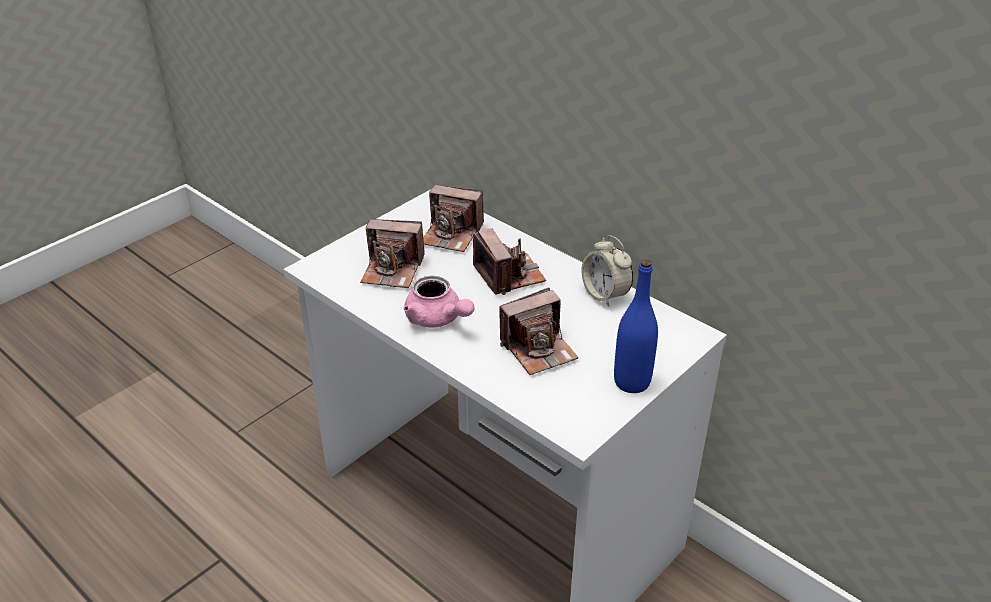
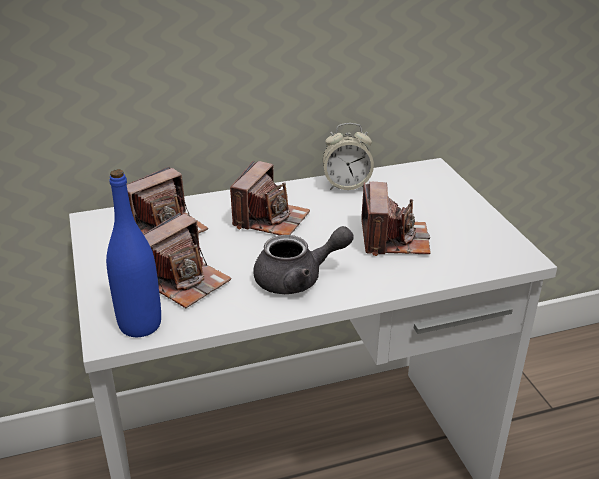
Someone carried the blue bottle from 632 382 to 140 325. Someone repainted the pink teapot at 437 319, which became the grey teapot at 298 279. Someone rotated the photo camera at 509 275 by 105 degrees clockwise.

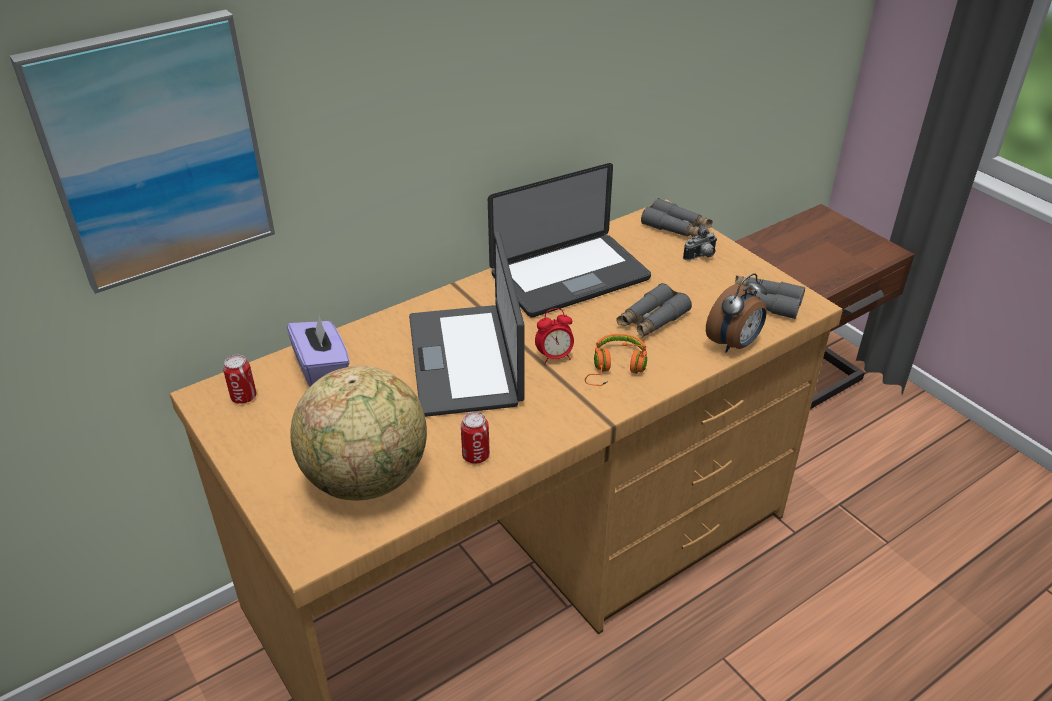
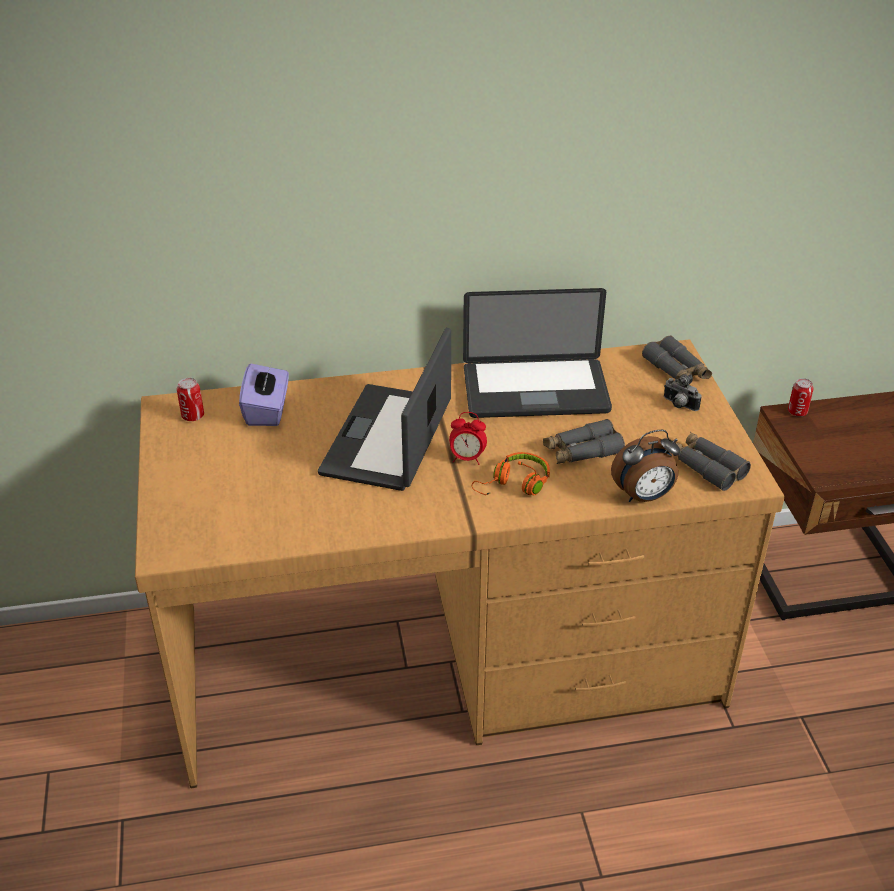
Someone took away the picture at 155 152. Someone took away the globe at 367 479. Someone carried the can from 476 455 to 797 412. Someone rotated the photo camera at 701 257 by 45 degrees clockwise.

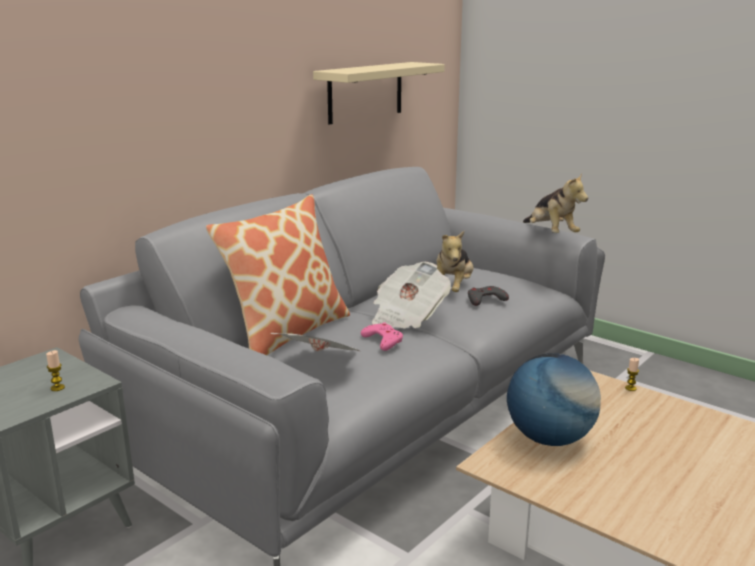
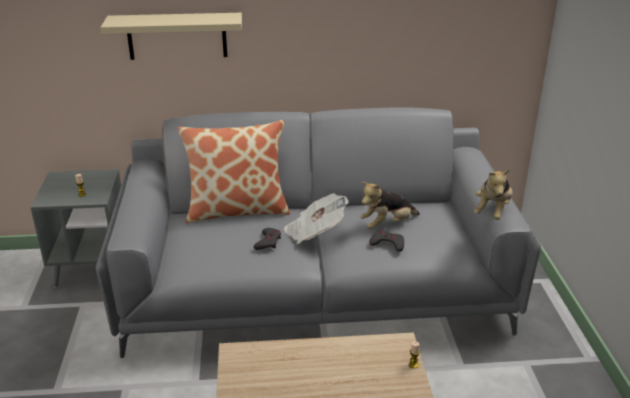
Someone took away the newspaper at 321 365. Someone took away the globe at 549 439. Someone carried the beige shelf from 365 92 to 177 36. Someone repainted the pink game controller at 383 340, which became the grey game controller at 268 242.

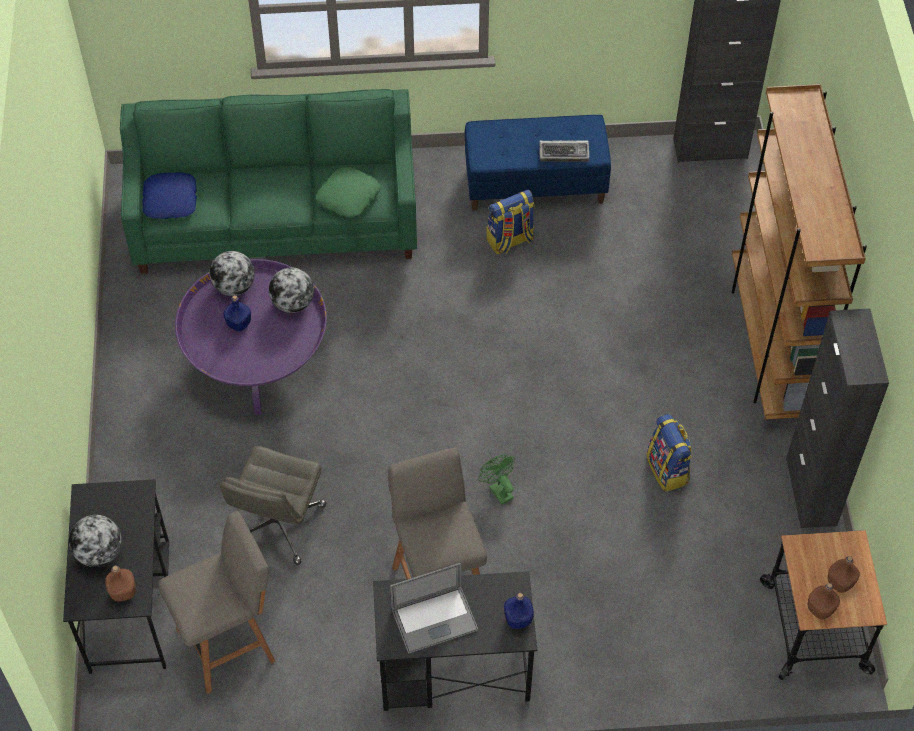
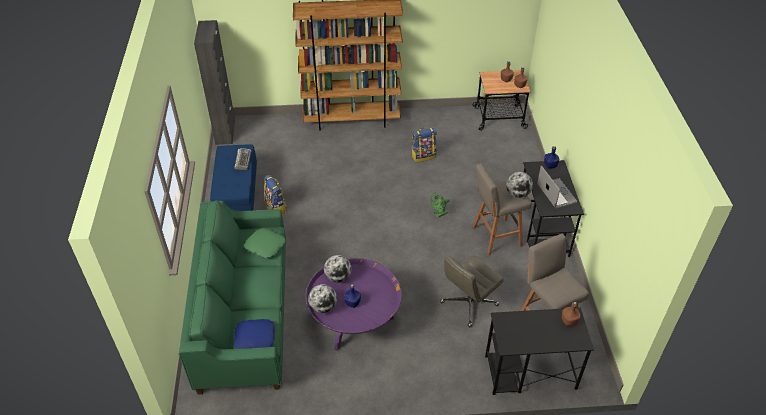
Someone took away the black cabinet at 811 491. Someone carried the globe from 99 553 to 517 194. Someone rotated the grey office chair at 278 525 by 120 degrees clockwise.

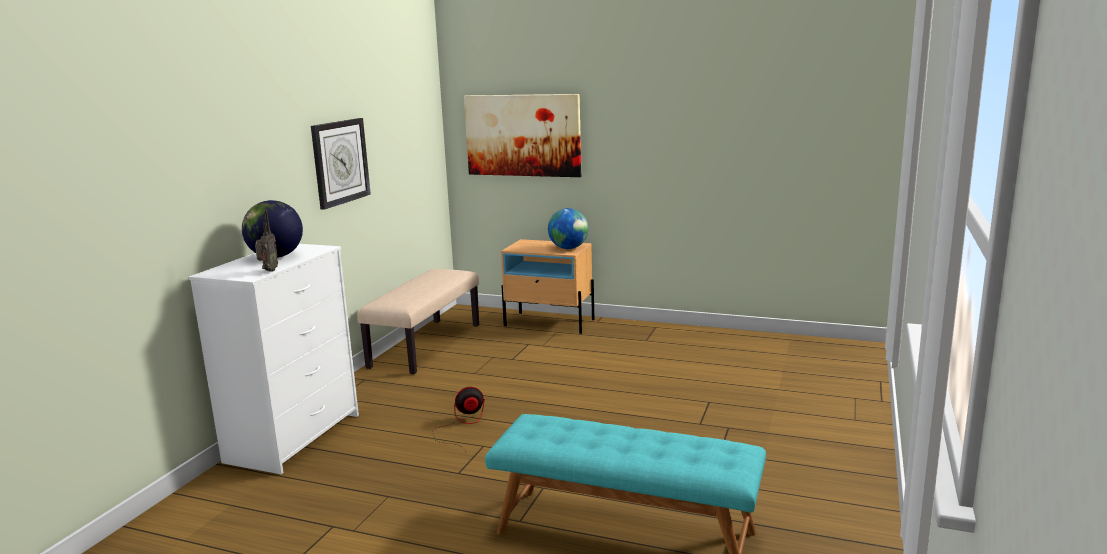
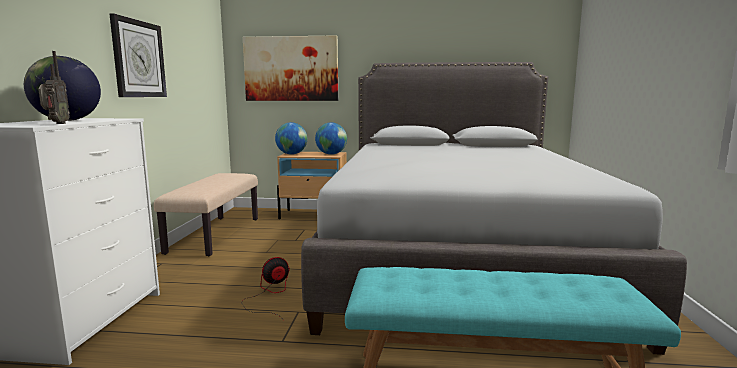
Someone put down the globe at 291 154. Someone put down the grey bed at 457 256.

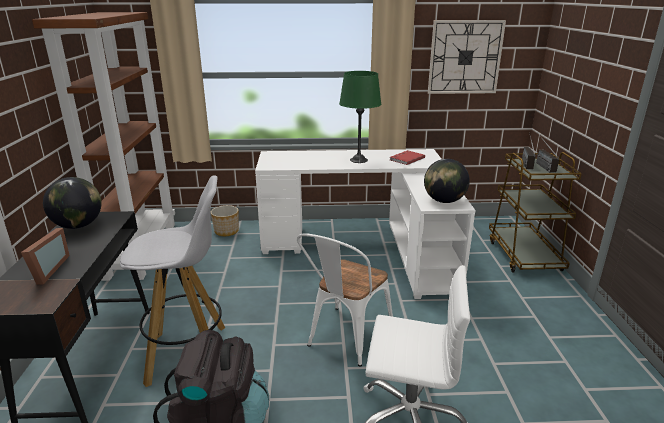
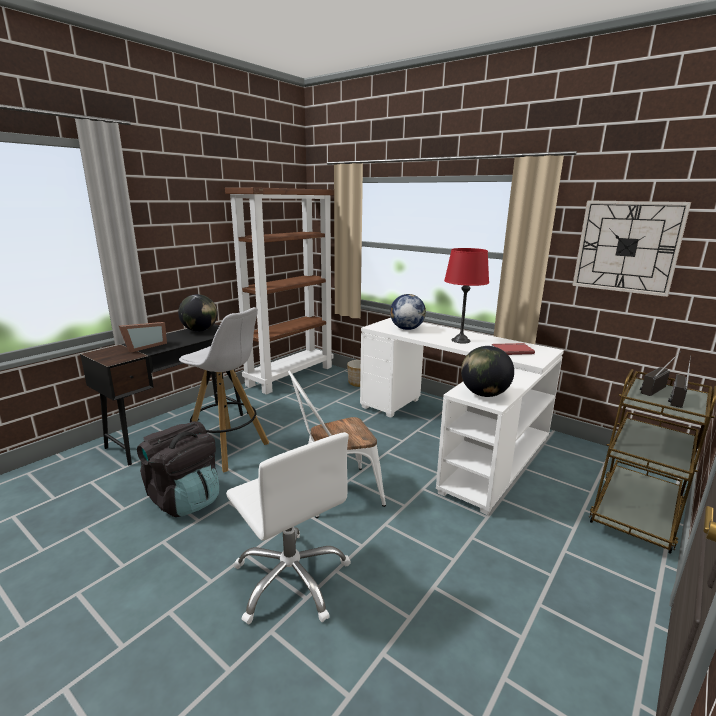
Someone put down the globe at 406 329. Someone repainted the green table lamp at 358 160, which became the red table lamp at 460 340.

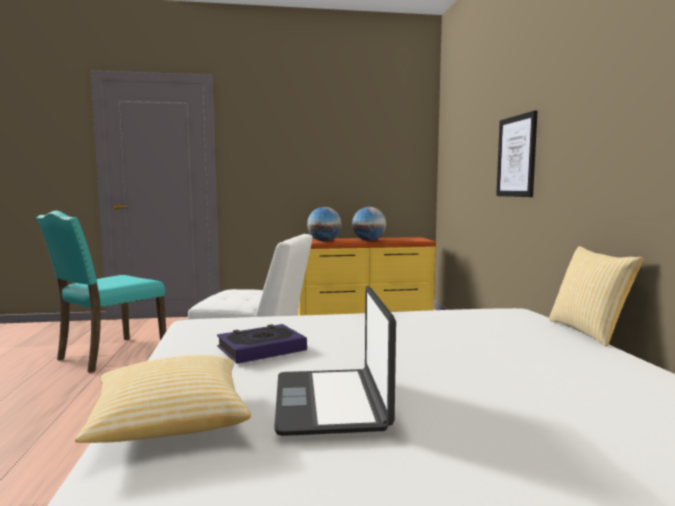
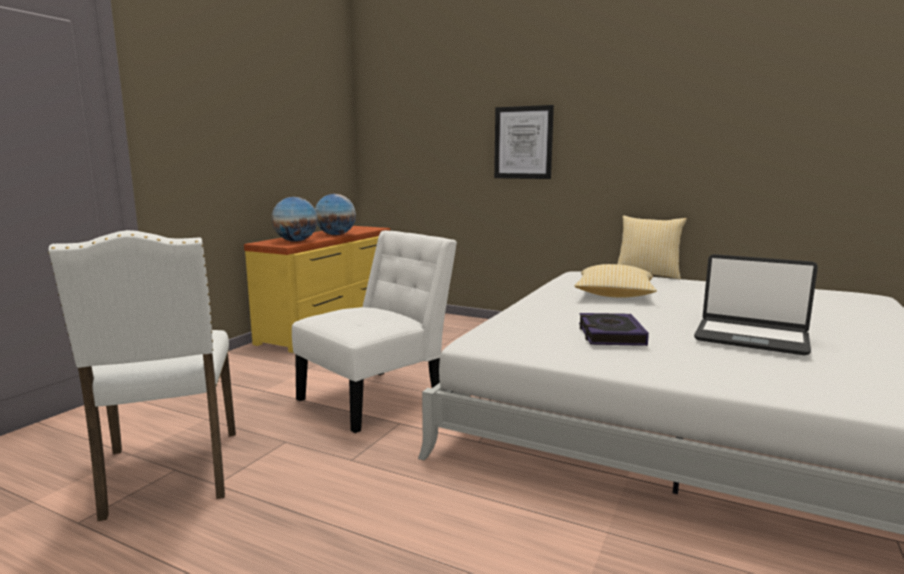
Someone carried the pillow from 170 422 to 614 296. Someone repainted the turquoise chair at 109 355, which became the white chair at 170 474.

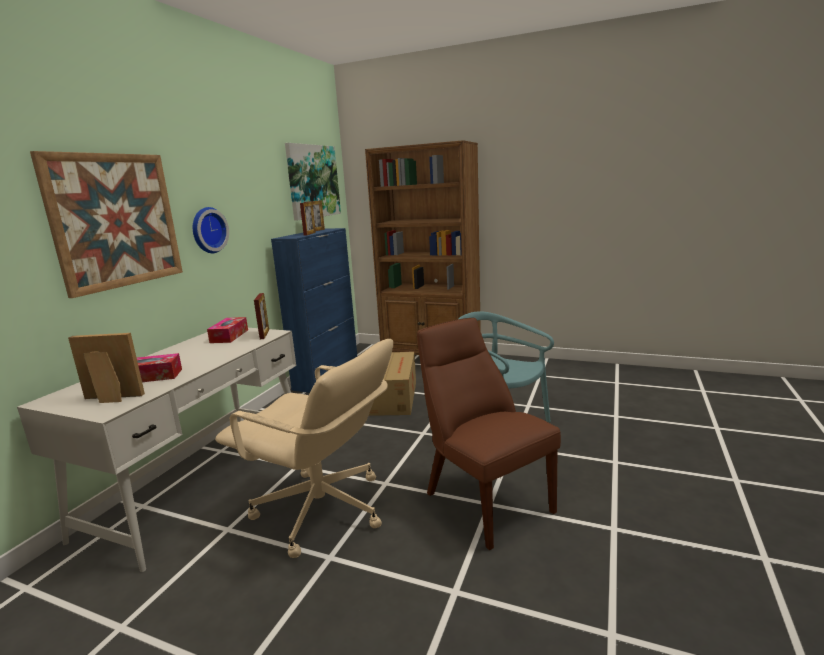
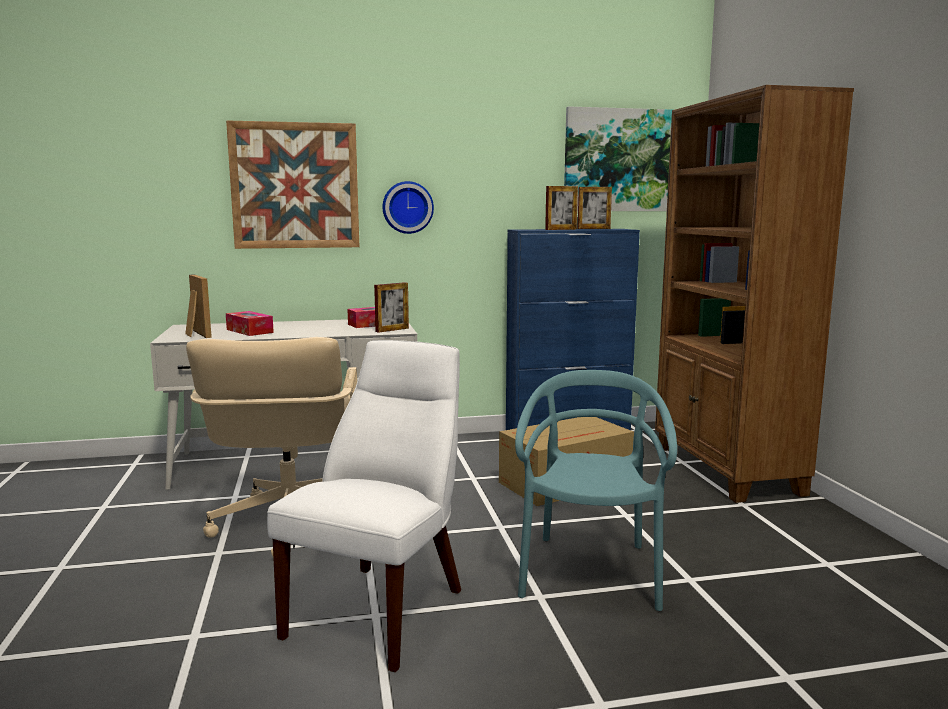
Someone repainted the brown chair at 484 499, which became the white chair at 381 609.

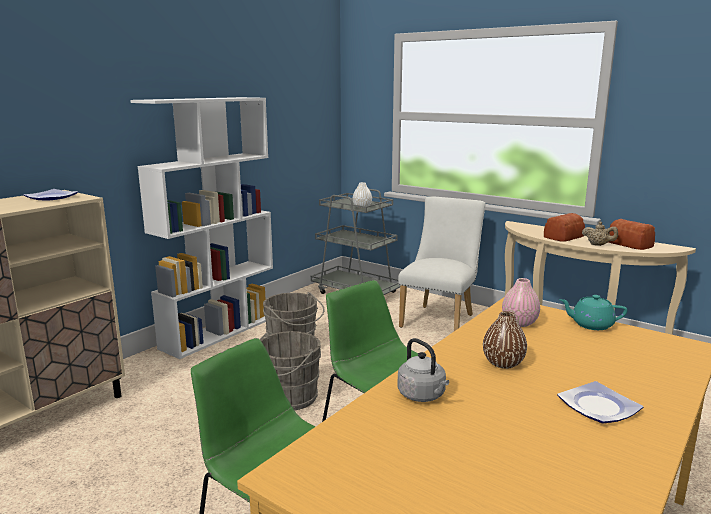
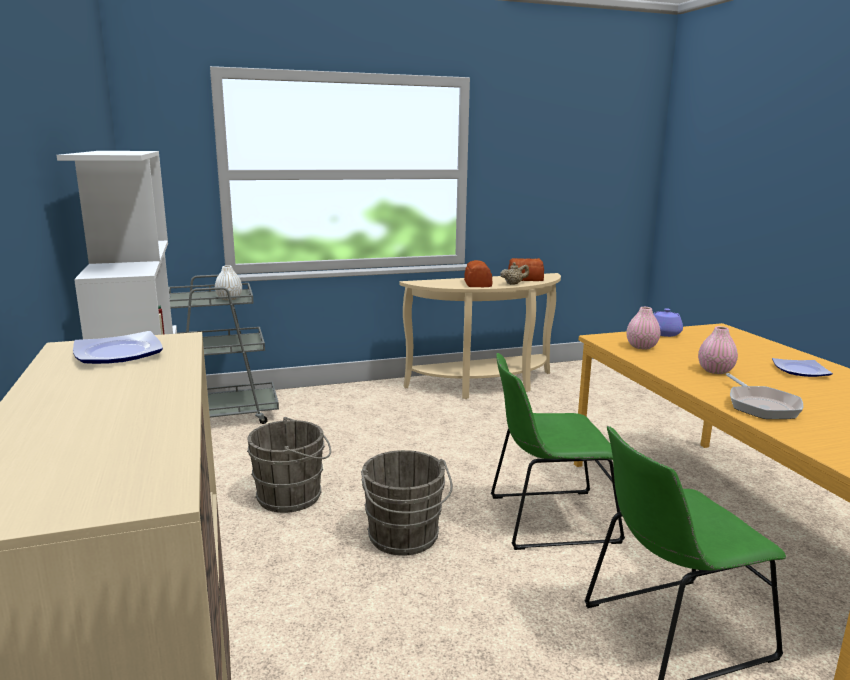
Someone took away the white chair at 440 319. Someone swapped the grey kettle at 423 396 for the frying pan at 760 405. Someone repainted the brown vase at 503 363, which became the pink vase at 715 371. Someone repainted the turquoise teapot at 591 325, which became the purple teapot at 663 334.

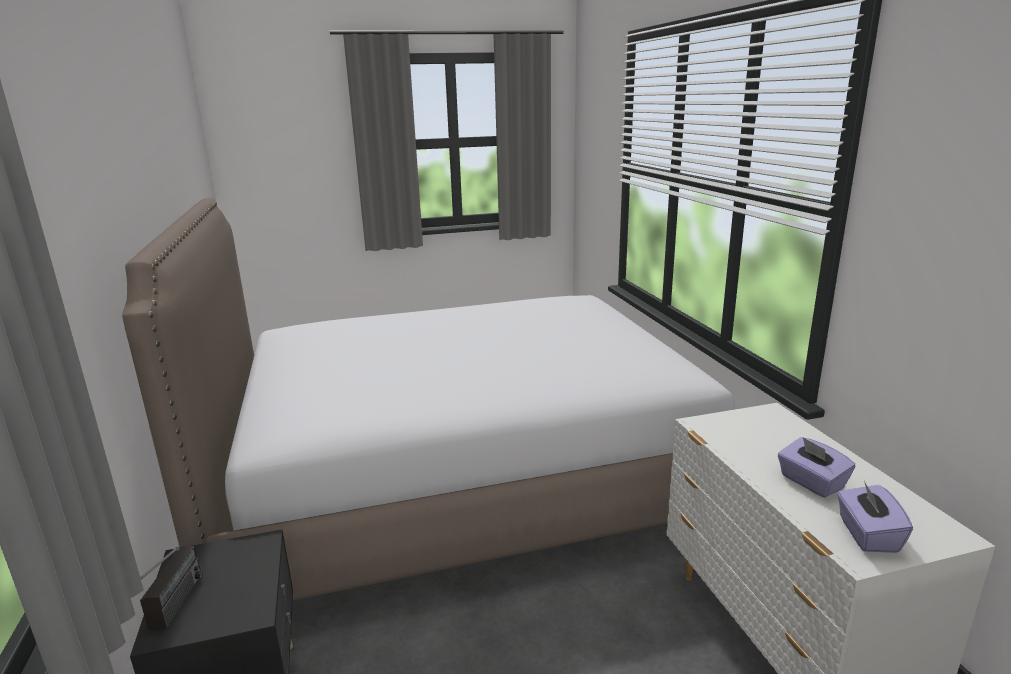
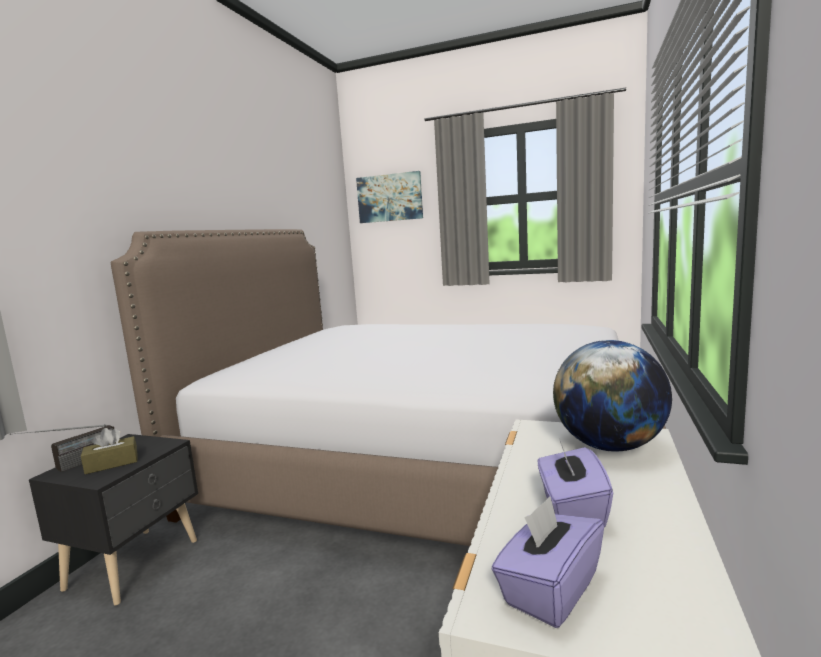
Someone put down the brown tissue box at 112 463. Someone put up the picture at 390 198. Someone put down the globe at 609 446.

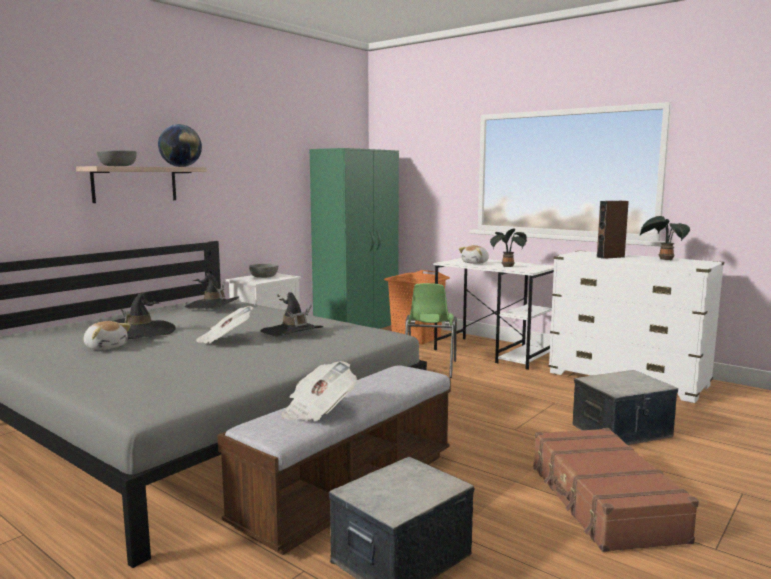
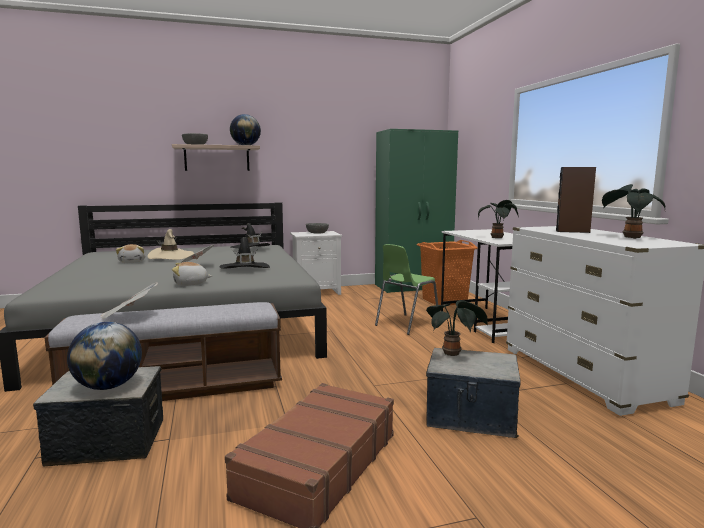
Someone put down the globe at 108 386. Someone put down the potted plant at 453 353. Someone carried the plush toy from 475 263 to 191 284. Someone repainted the black hat at 142 332, which became the beige hat at 171 256.

